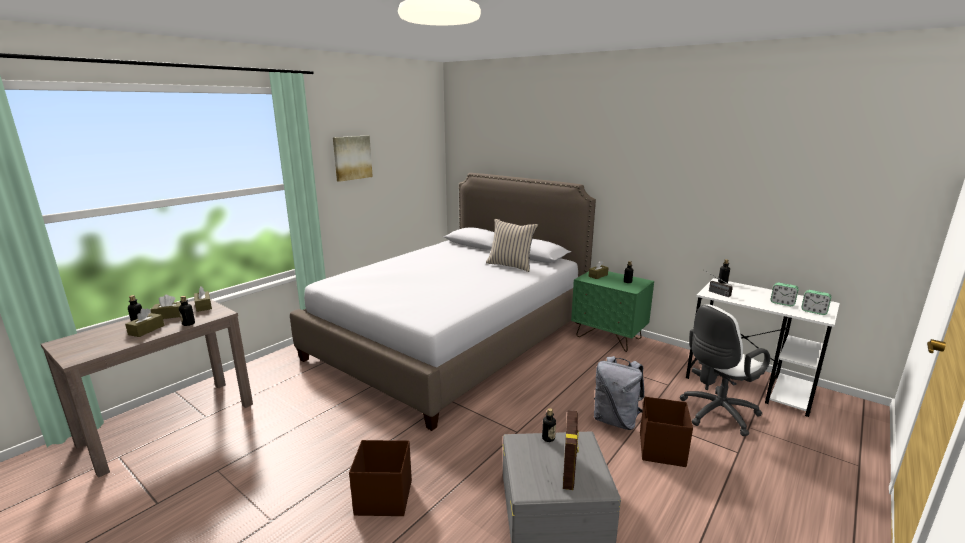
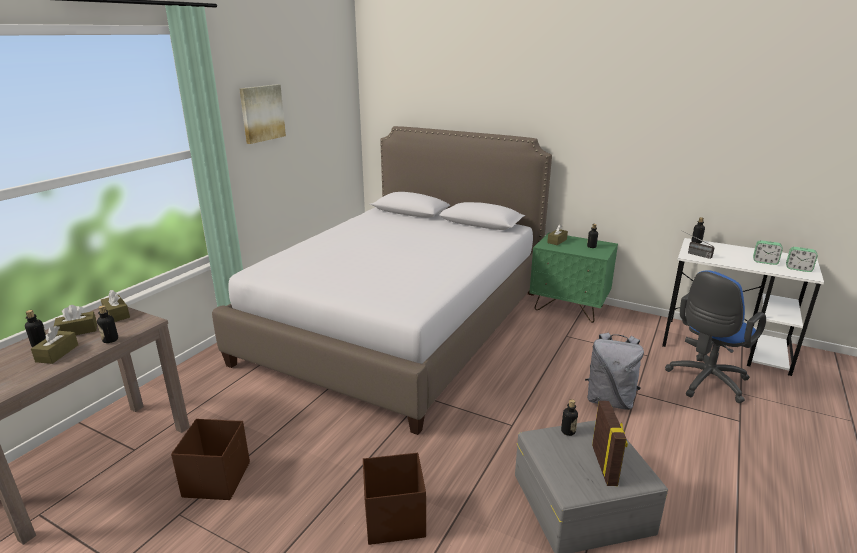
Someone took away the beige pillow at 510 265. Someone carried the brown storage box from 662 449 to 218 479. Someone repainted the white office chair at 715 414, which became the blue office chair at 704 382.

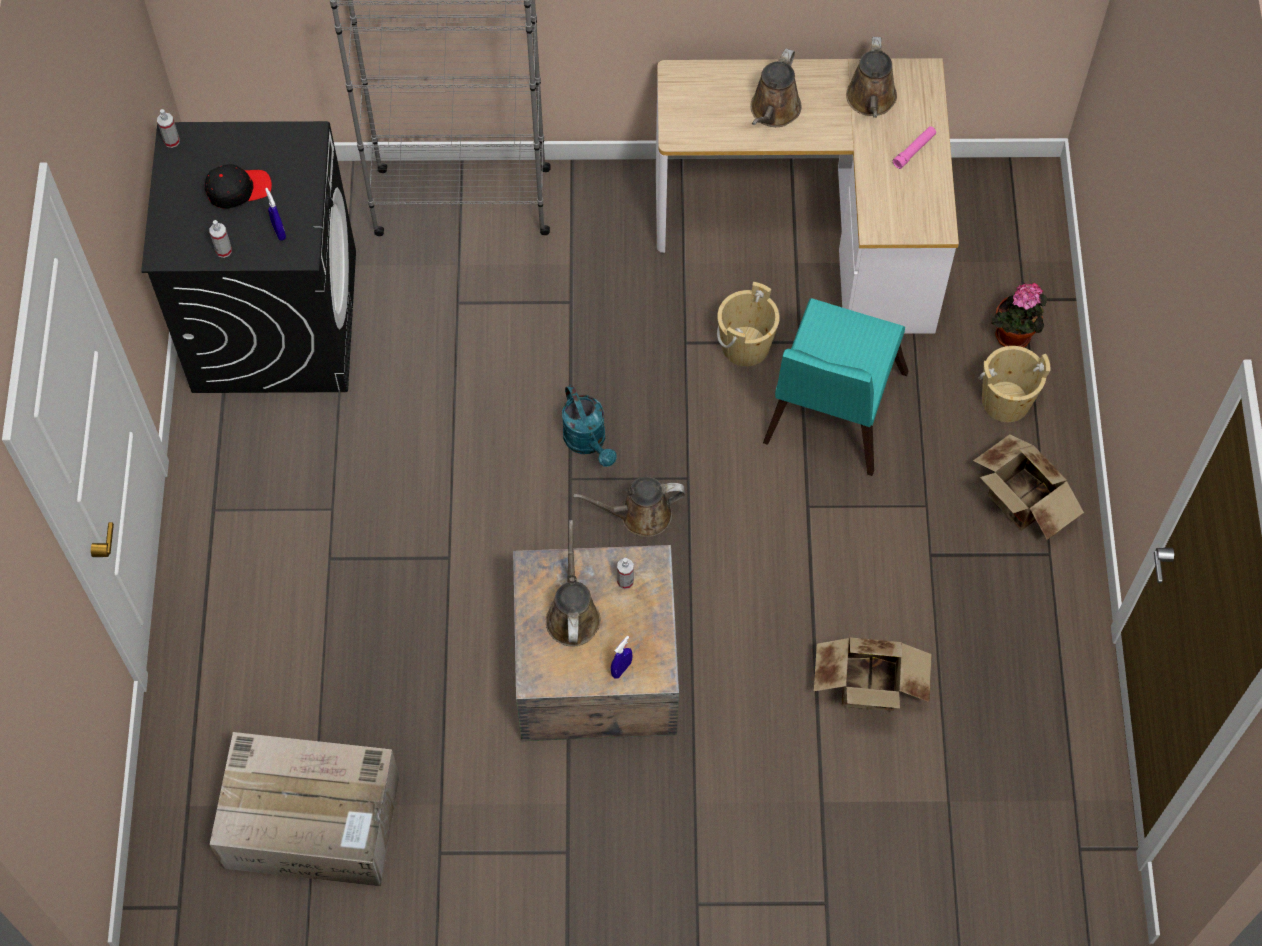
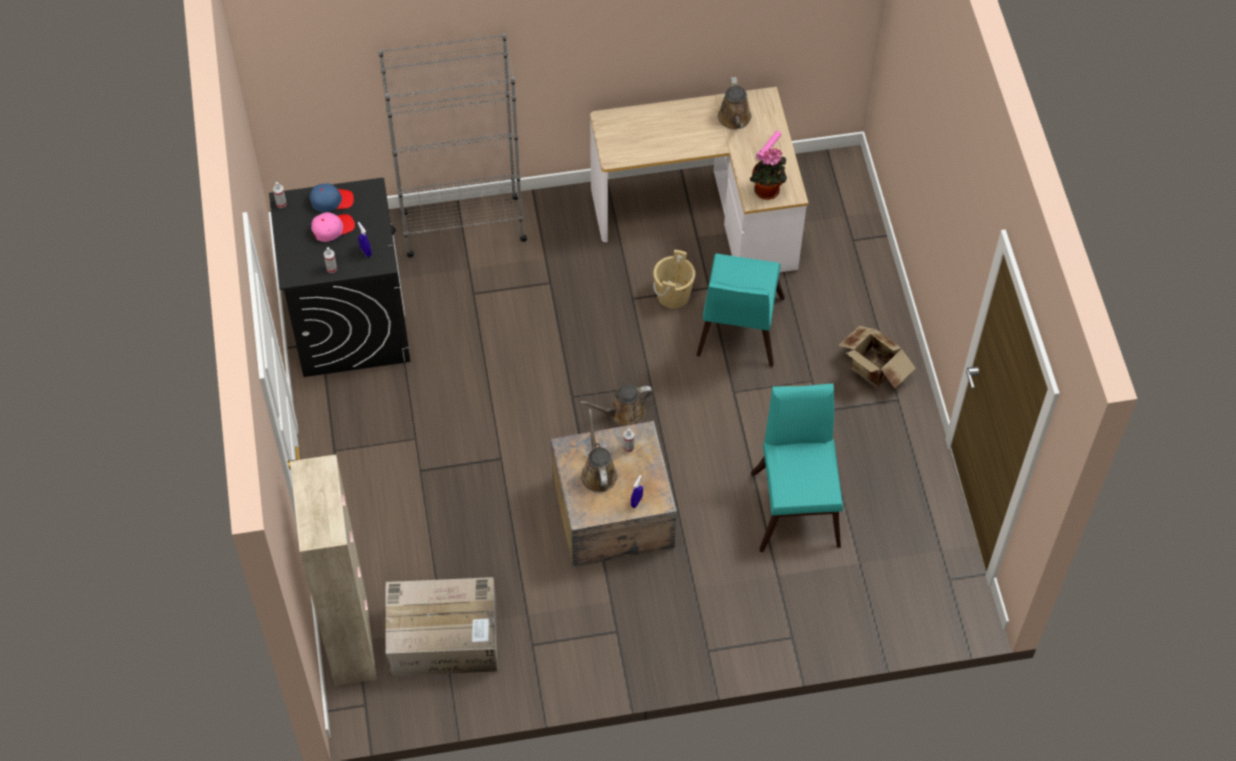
Someone took away the turquoise watering can at 588 442. Someone took away the brown watering can at 773 111. Someone took away the beige bucket at 1006 401. Someone put down the beige cabinet at 351 640. Someone put down the blue cap at 331 200. Someone carried the potted plant from 1013 338 to 767 192. Someone swapped the cardboard box at 870 691 for the turquoise chair at 796 502. Someone repainted the black cap at 238 189, which became the pink cap at 332 228.

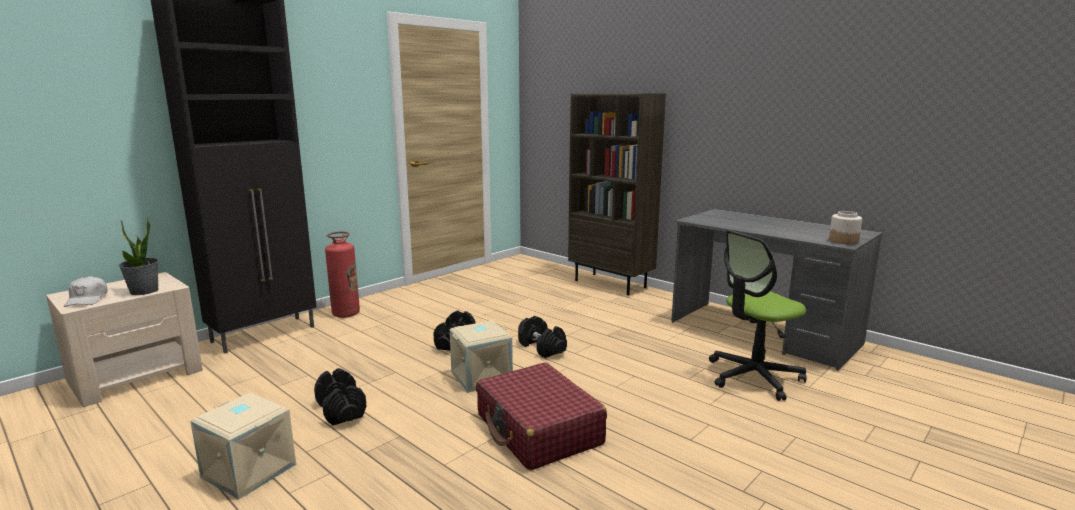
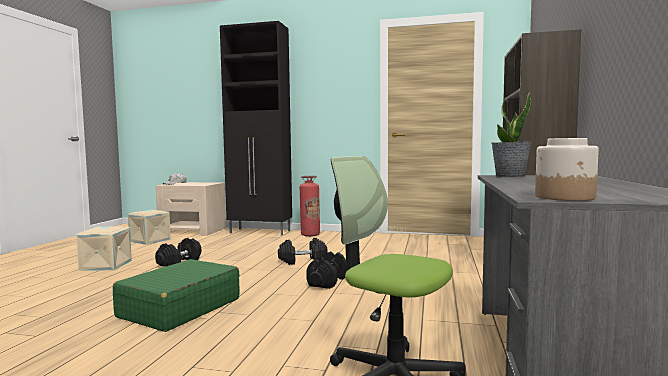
Someone carried the potted plant from 144 291 to 510 176. Someone carried the beige storage box from 481 377 to 149 240. Someone repainted the red suitcase at 538 430, which became the green suitcase at 179 308.

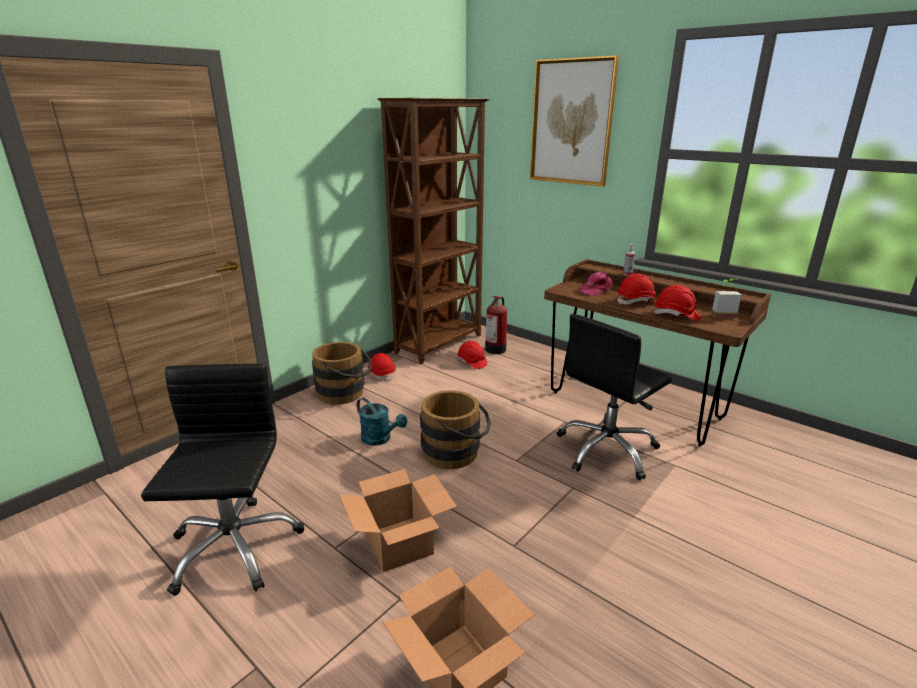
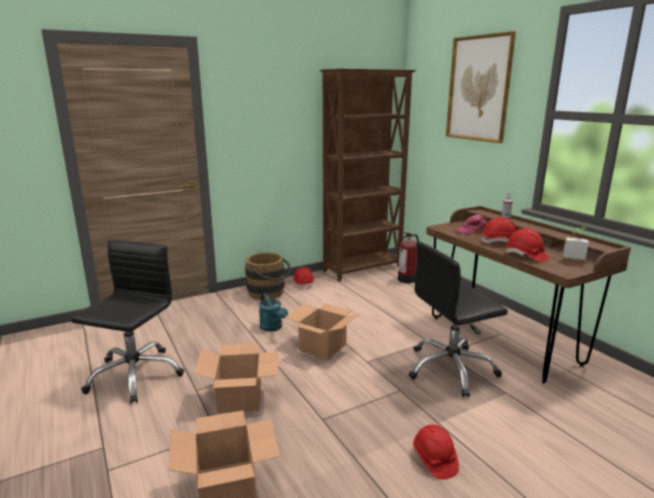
Someone carried the red hard hat from 472 362 to 434 460. Someone swapped the brown bucket at 456 453 for the cardboard box at 322 347.

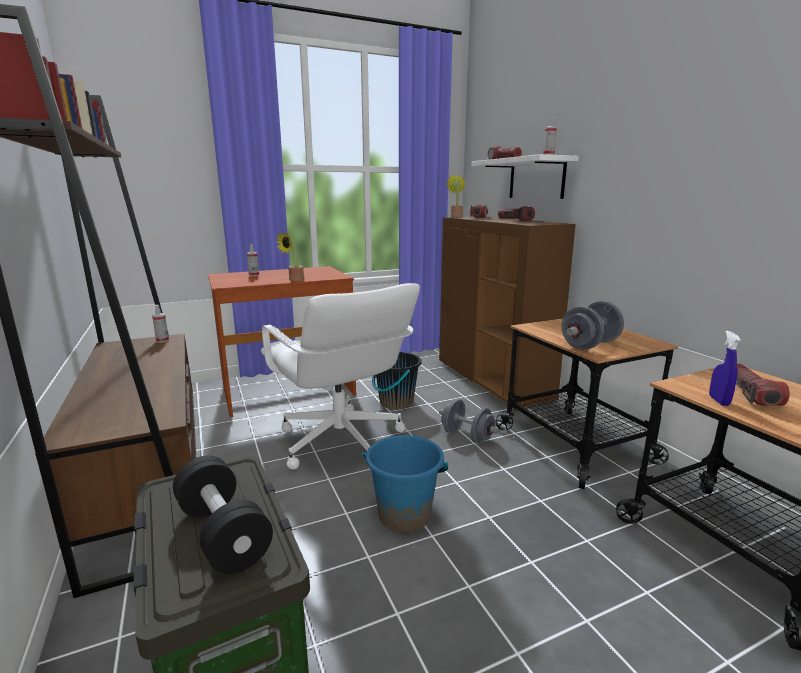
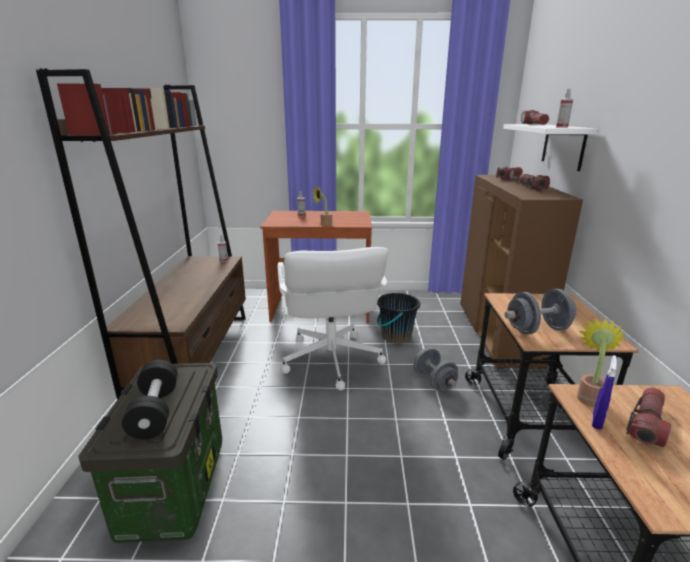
Someone took away the blue bucket at 404 515. Someone carried the potted plant from 456 216 to 589 396.

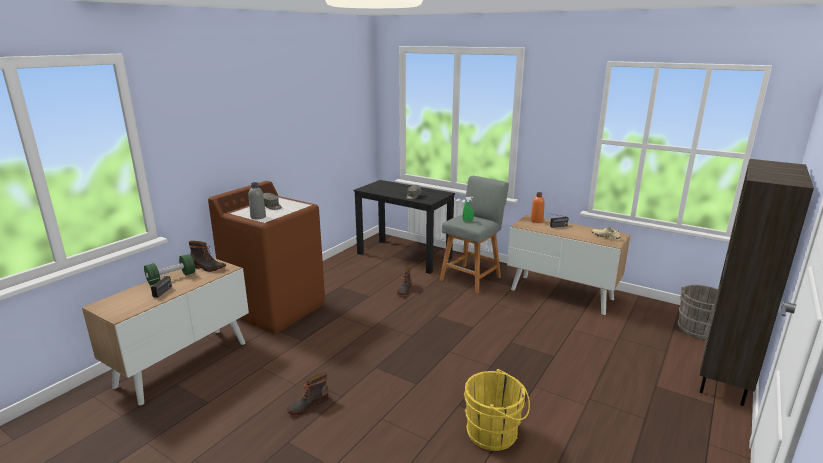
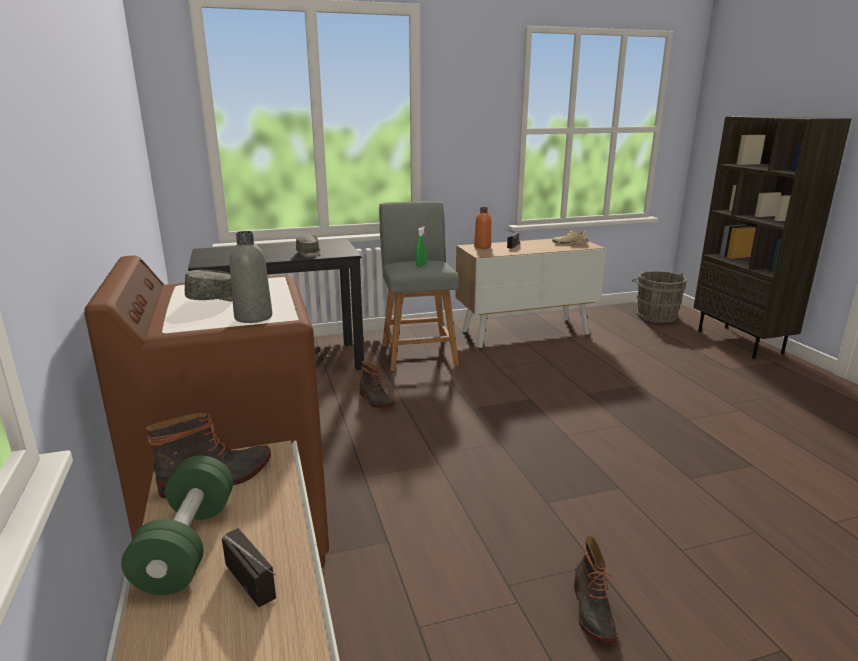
Someone took away the yellow bucket at 495 433.

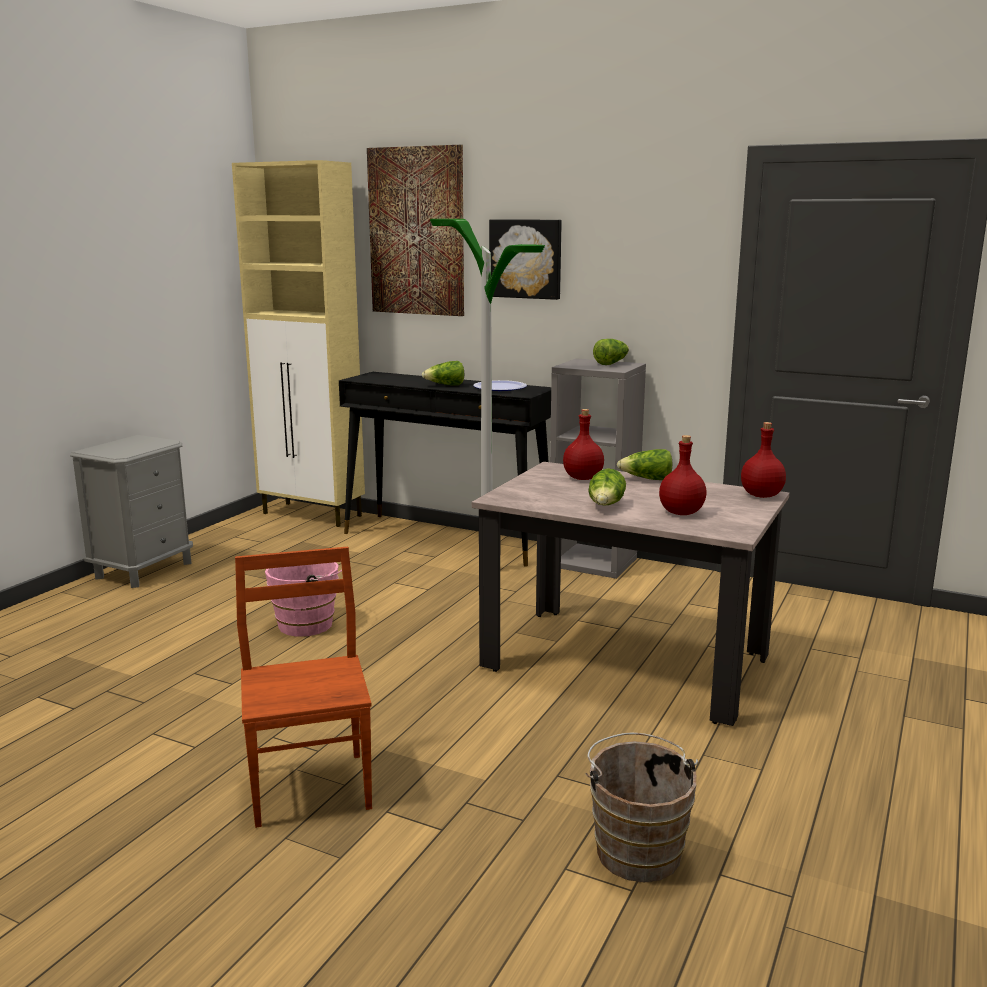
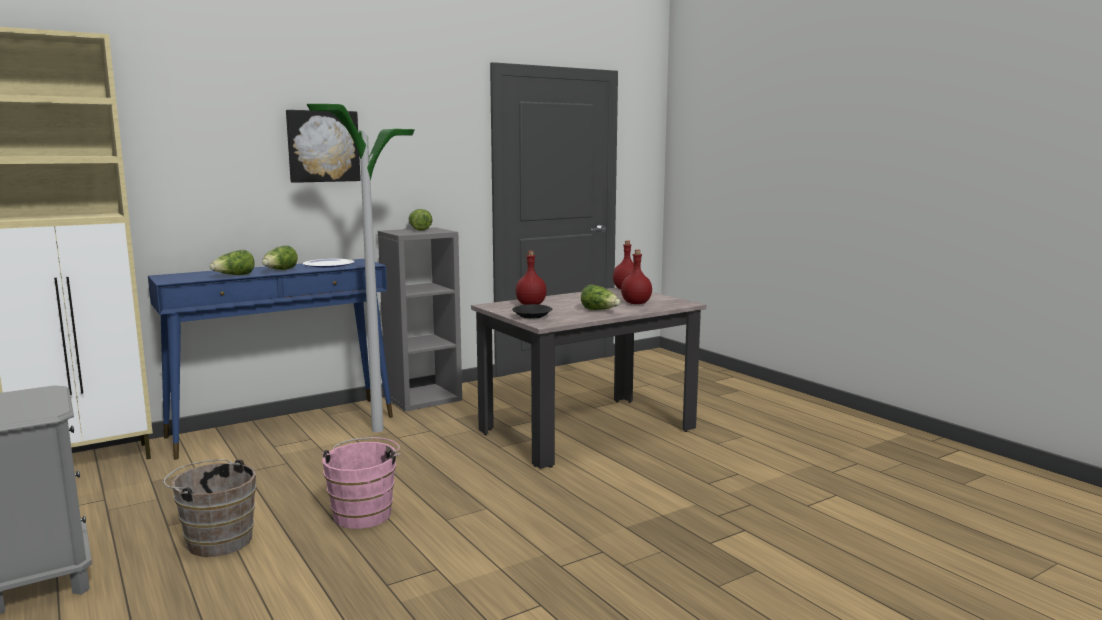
Someone took away the brown chair at 312 787. Someone took away the picture at 417 232. Someone put down the black bowl at 533 317. Someone carried the brown bucket from 637 849 to 216 540. Someone carried the lettuce from 647 479 to 234 276. Someone repainted the black console table at 448 539, which became the blue console table at 284 426.

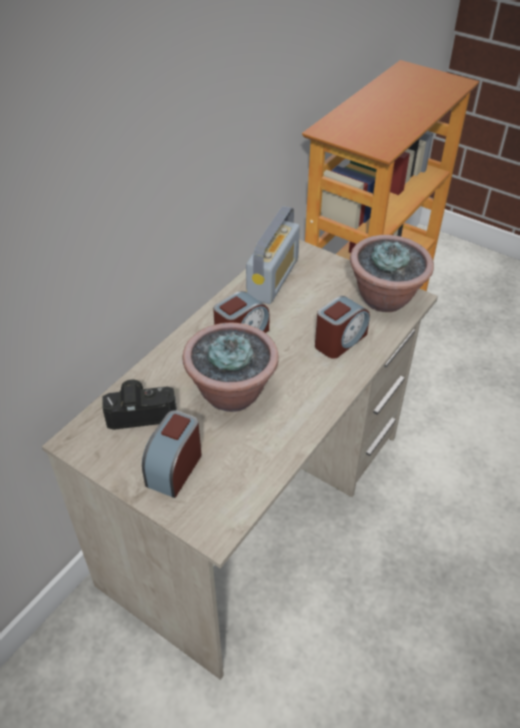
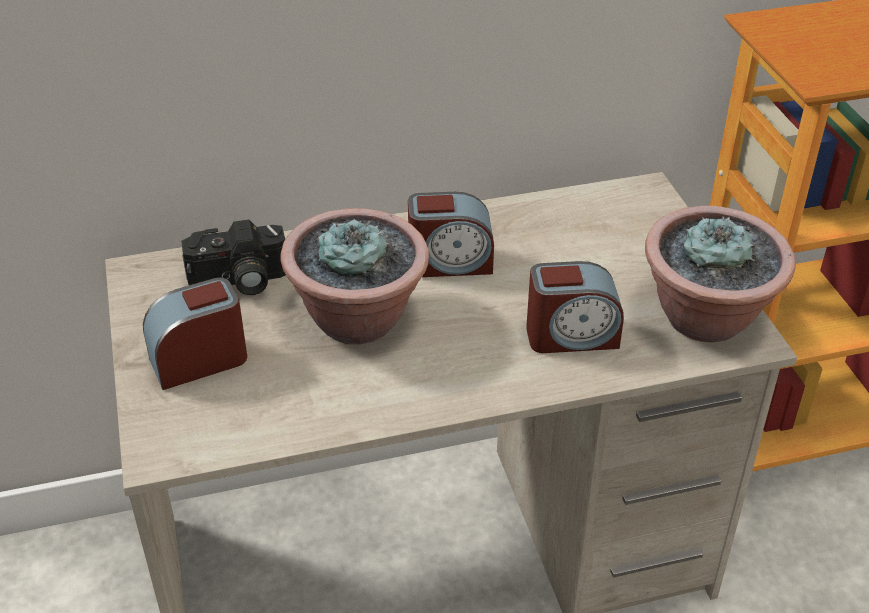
Someone took away the radio at 273 278. Someone rotated the photo camera at 142 411 by 135 degrees clockwise.

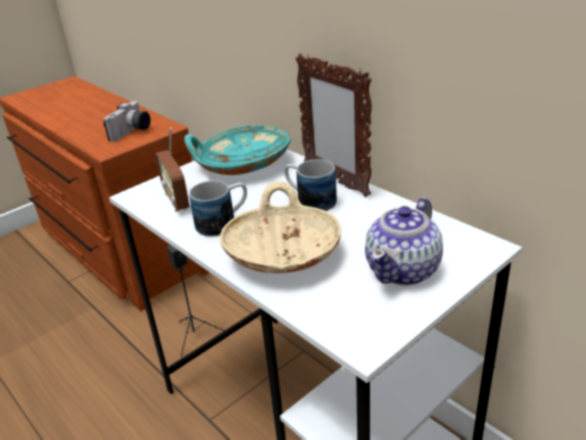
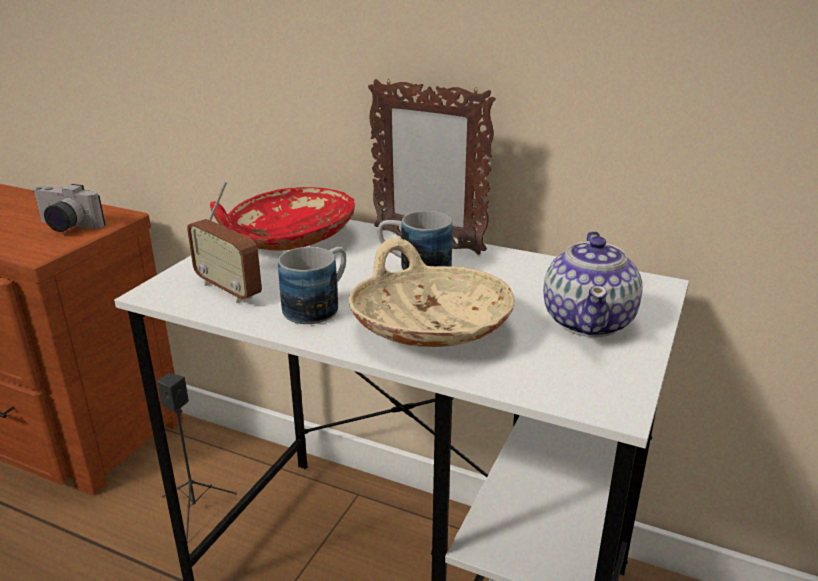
Someone repainted the turquoise bowl at 241 164, which became the red bowl at 288 239. Someone rotated the photo camera at 132 132 by 105 degrees clockwise.

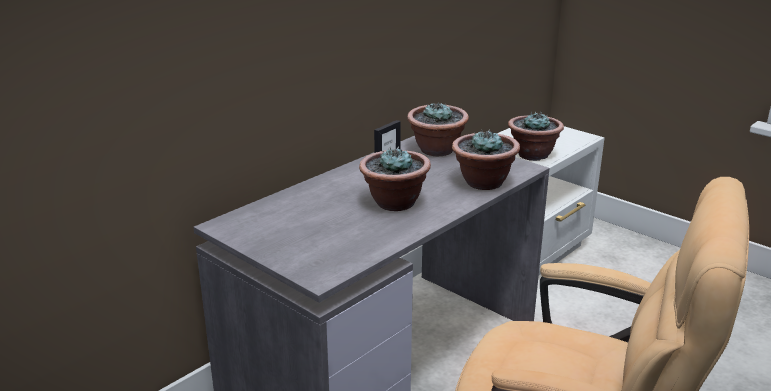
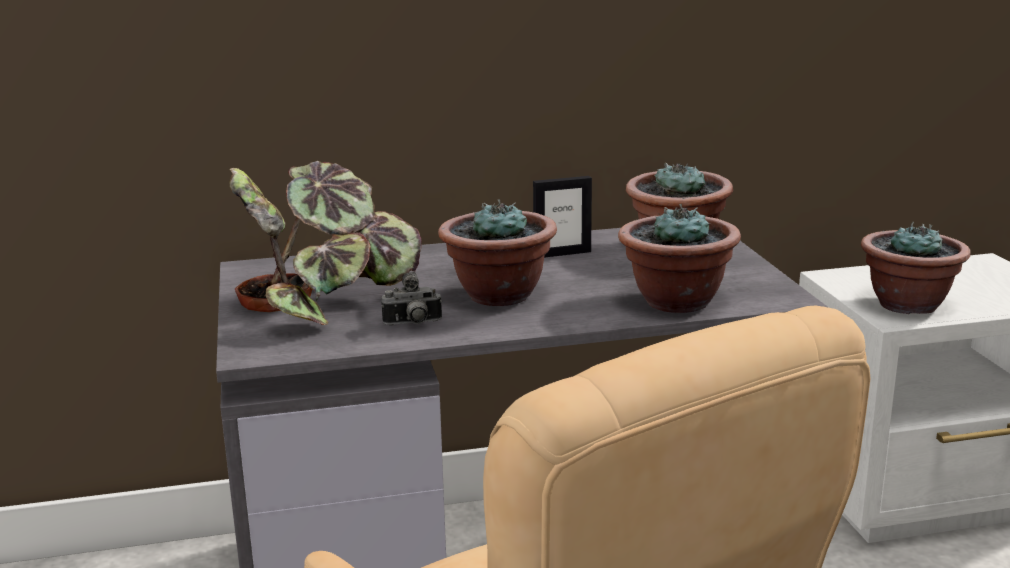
Someone put down the potted plant at 326 300. Someone put down the photo camera at 413 324.

